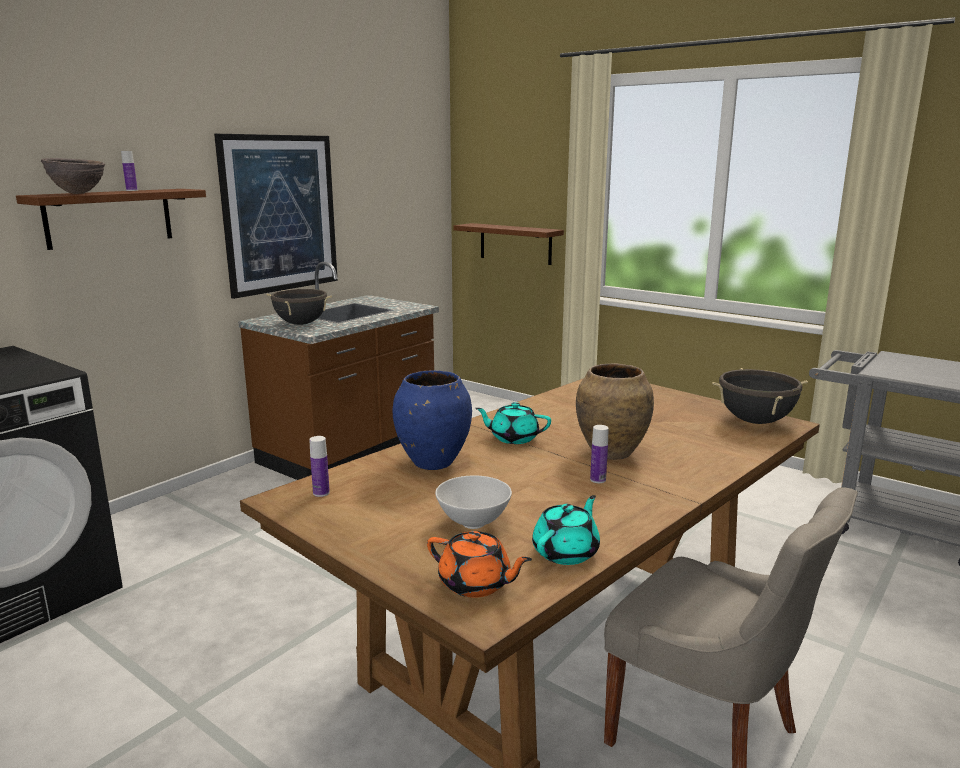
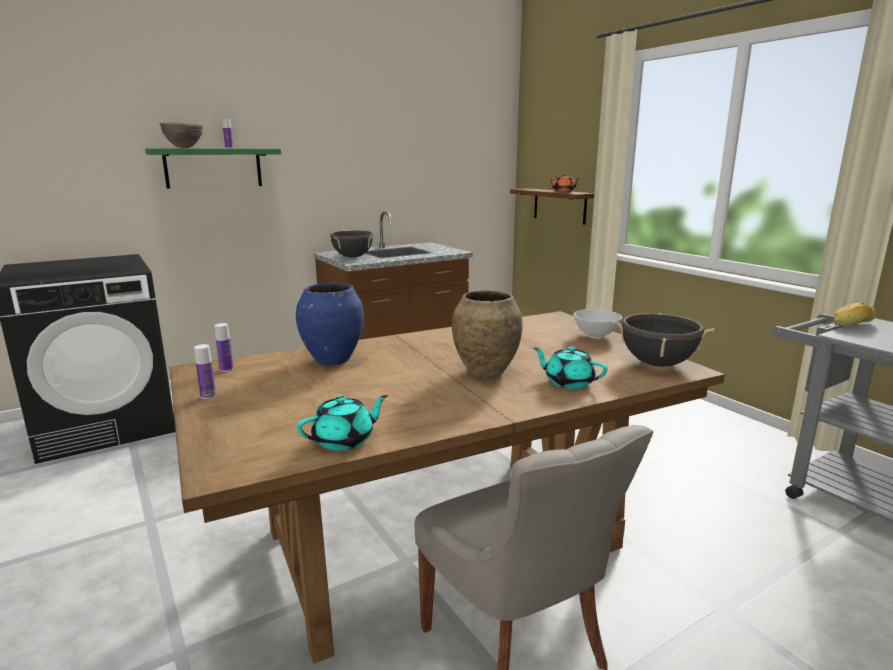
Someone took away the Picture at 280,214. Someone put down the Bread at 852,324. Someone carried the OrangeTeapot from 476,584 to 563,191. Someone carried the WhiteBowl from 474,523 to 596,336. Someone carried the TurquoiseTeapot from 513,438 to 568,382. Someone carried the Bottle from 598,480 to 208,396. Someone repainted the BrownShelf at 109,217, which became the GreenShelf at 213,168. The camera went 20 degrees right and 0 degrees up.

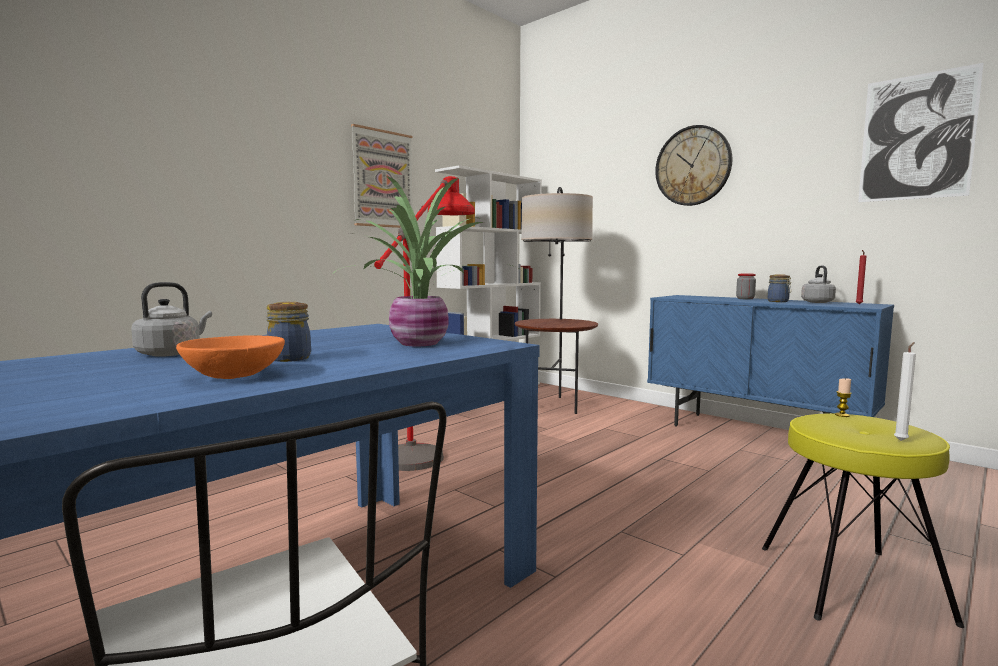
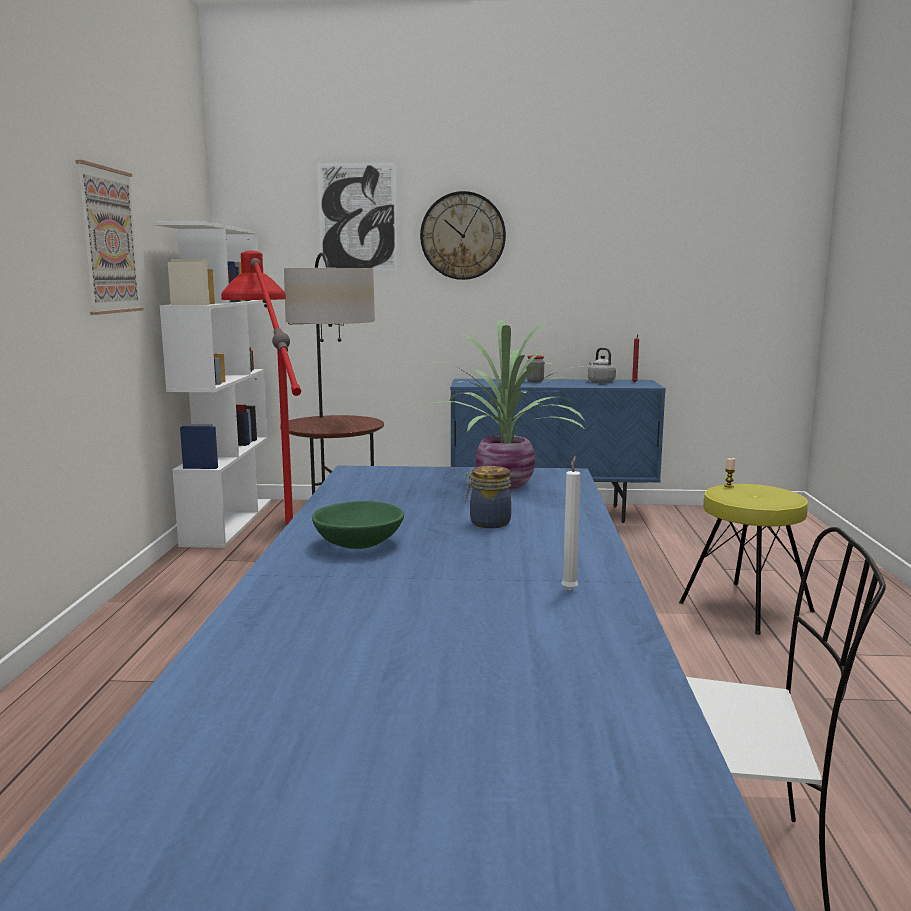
Someone took away the OrangeBowl at 234,376. Someone took away the Jar at 778,301. Someone carried the Picture from 916,137 to 357,217. Someone carried the WhiteCandle from 901,440 to 570,589. Someone swapped the GreyKettle at 172,353 for the GreenBowl at 358,544. The camera went 40 degrees left and 5 degrees up.

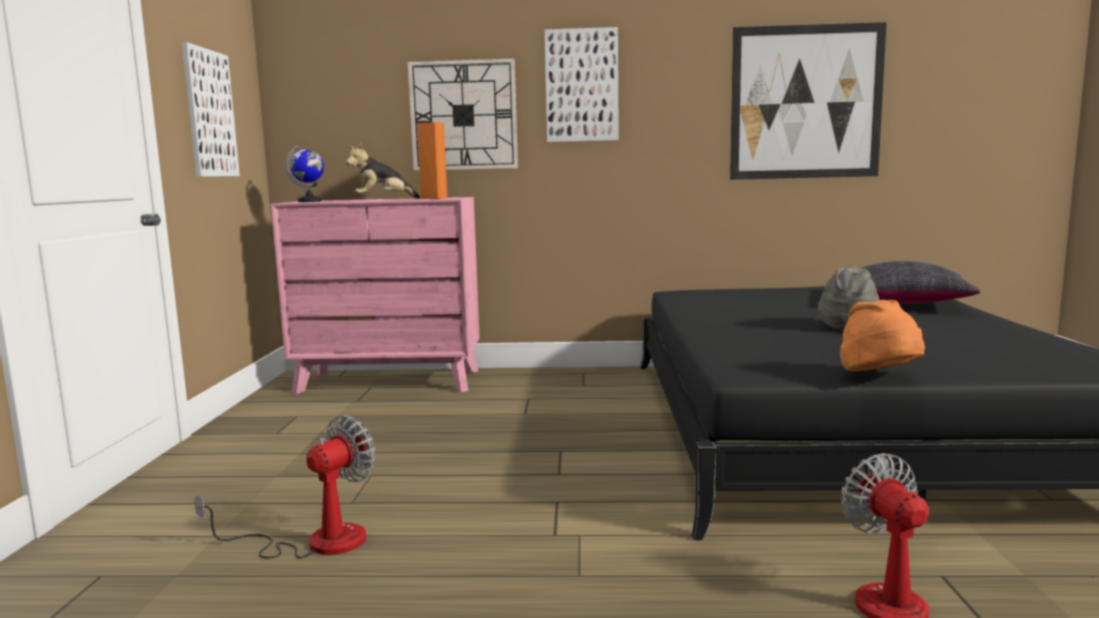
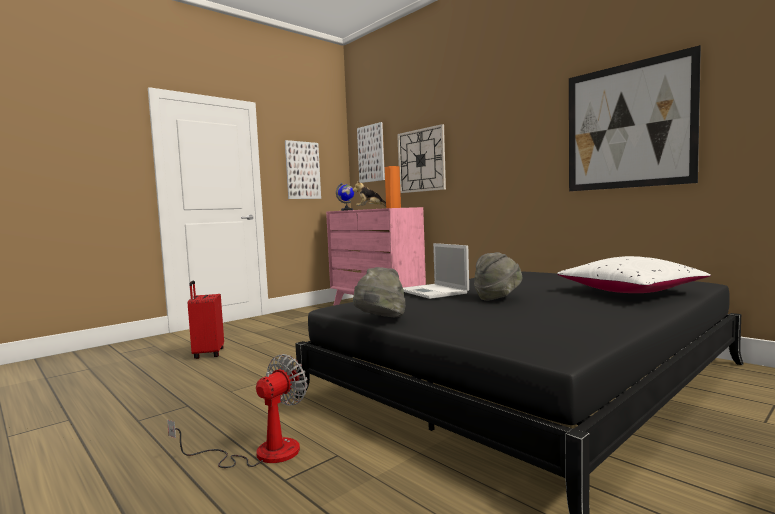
Someone put down the Laptop at 434,292. Someone carried the Picture from 581,85 to 371,153. Someone swapped the Fan at 315,541 for the RedSuitcase at 208,354. Someone repainted the OrangeHat at 880,378, which became the GreyHat at 380,321. Someone repainted the BlackPillow at 904,302, which became the WhitePillow at 629,292. The camera went 45 degrees right and 5 degrees down.

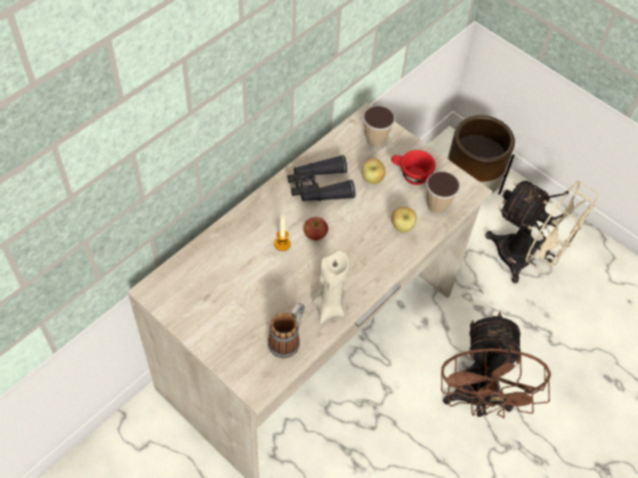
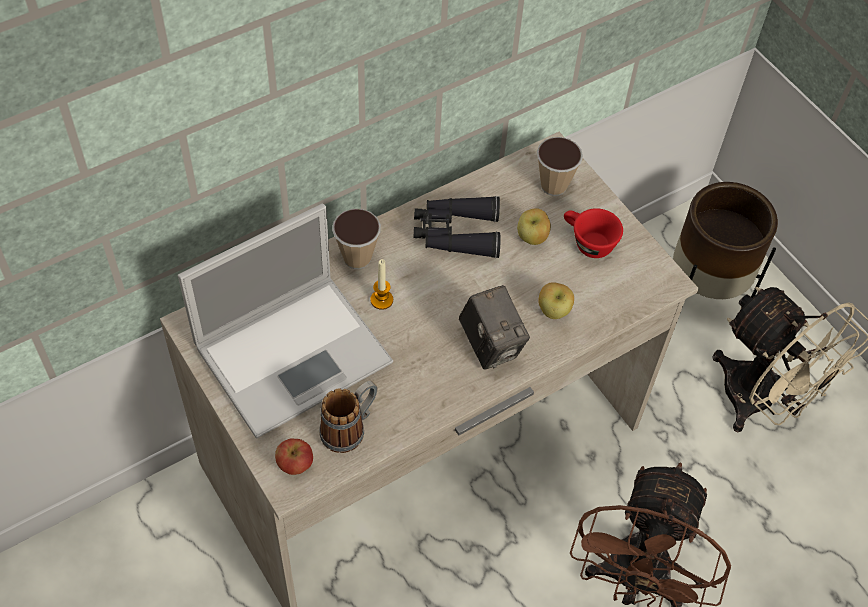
Someone took away the BeigeCandle at 329,307. Someone put down the Laptop at 296,352. Someone put down the PhotoCamera at 491,345. Someone carried the Apple from 315,235 to 295,464. Someone carried the Cup from 437,206 to 357,258. The camera went 15 degrees right and 0 degrees up.

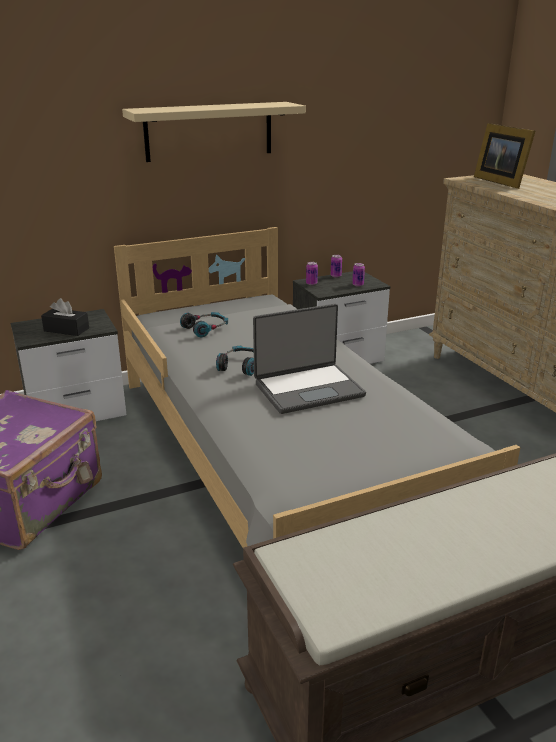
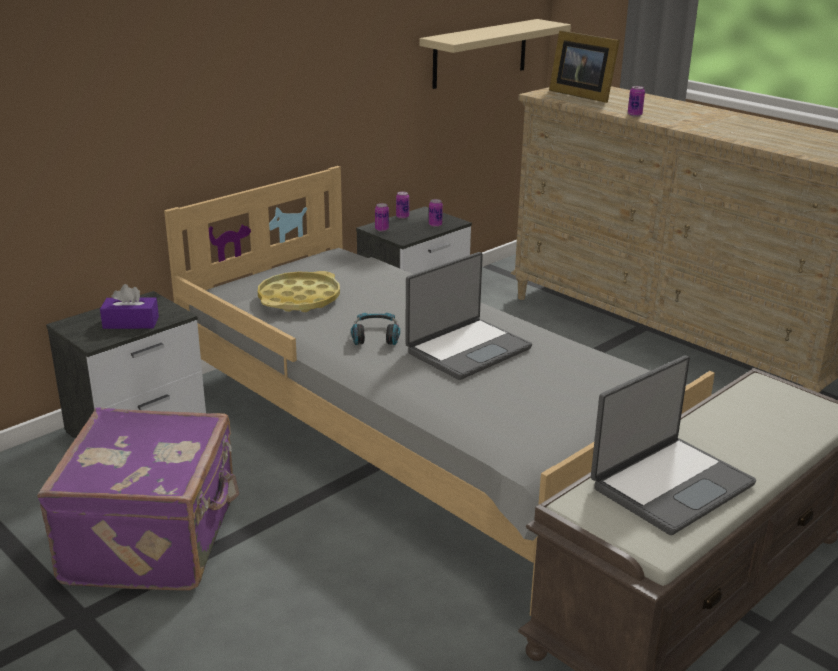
Someone put down the Laptop at 670,485. Someone put down the Can at 634,115. Someone carried the BeigeShelf from 209,131 to 480,53. Someone swapped the Headphones at 206,329 for the YellowTray at 299,299. Someone repainted the BlackTissueBox at 66,329, which became the PurpleTissueBox at 131,323. The camera went 20 degrees left and 0 degrees up.

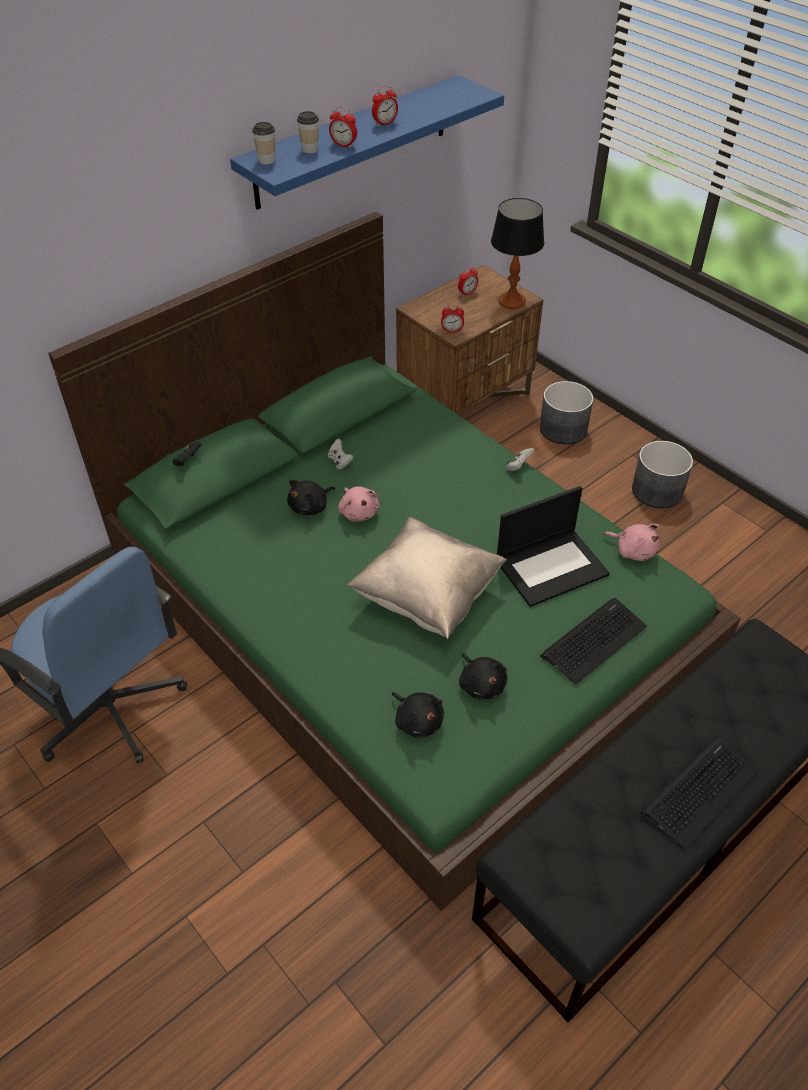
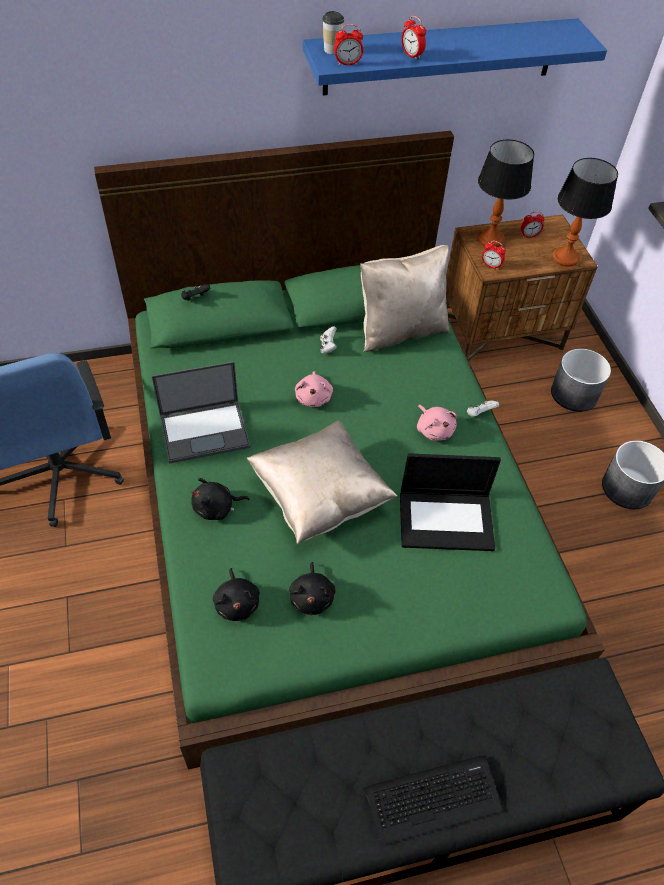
Someone took away the Cup at 310,149. Someone took away the Keyboard at 594,640. Someone put down the Laptop at 205,430. Someone put down the BeigePillow at 400,331. Someone put down the TableLamp at 491,239. Someone carried the BlackPlushToy from 310,507 to 216,508. Someone carried the AlarmClock from 385,123 to 347,64. Someone carried the PinkPlushToy from 633,550 to 434,429. The camera went 25 degrees right and 5 degrees up.

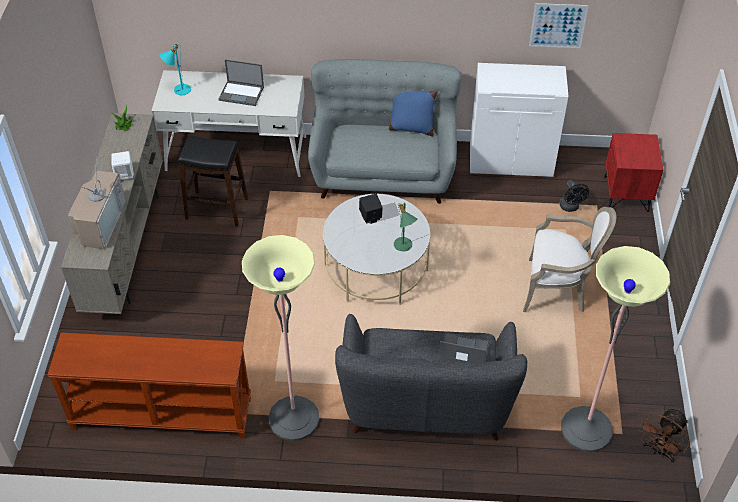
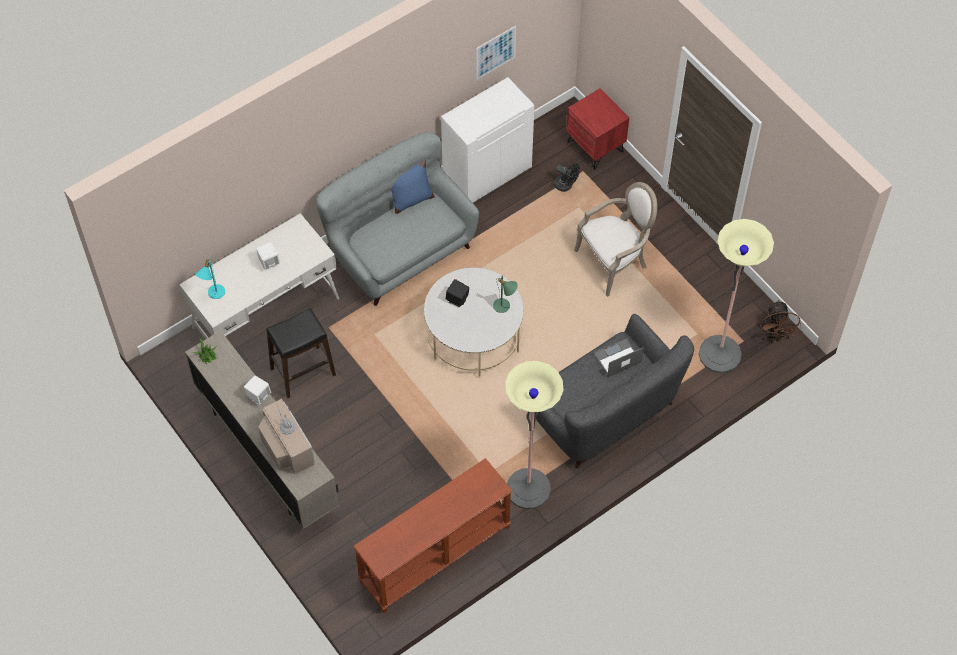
Someone swapped the Laptop at 242,93 for the WhiteSpeaker at 269,262. The camera went 40 degrees left and 10 degrees up.

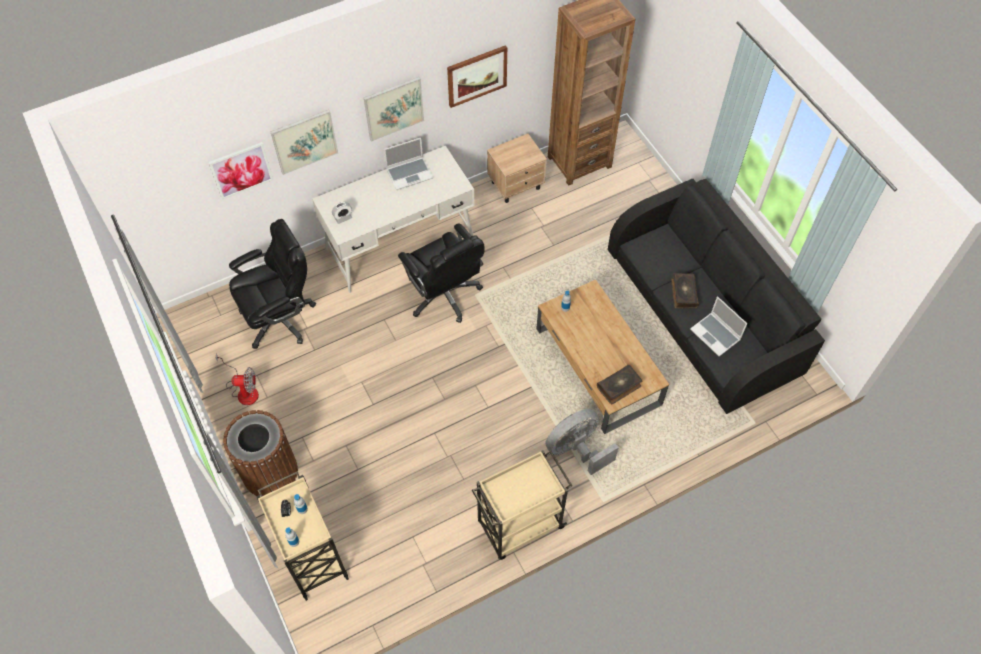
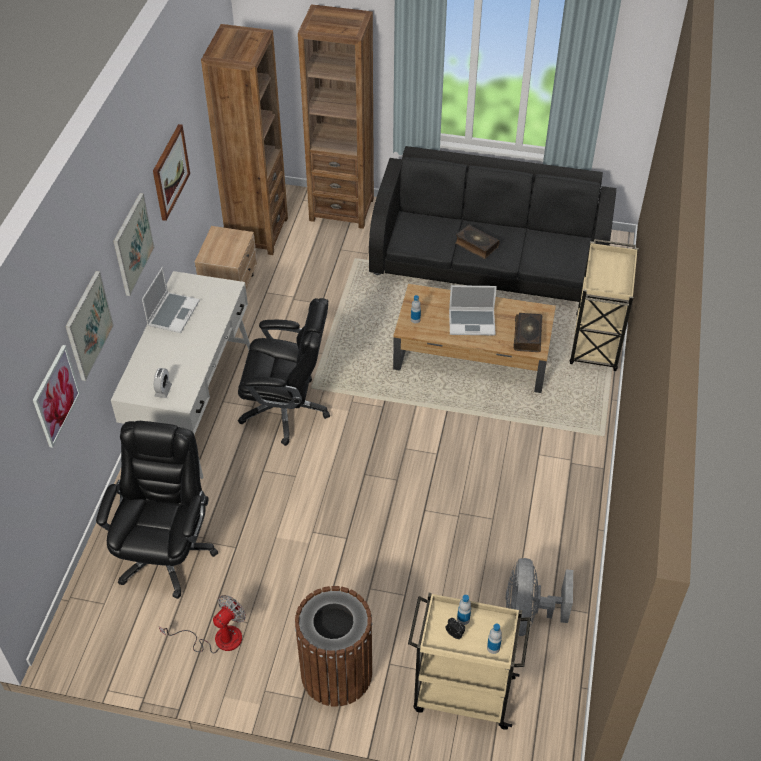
Someone put down the BrownBookcase at 341,209. Someone carried the BeigeCart from 519,525 to 595,344. Someone carried the GreyFan from 576,449 to 528,614. Someone carried the Laptop from 716,335 to 472,322. The camera went 50 degrees left and 10 degrees down.

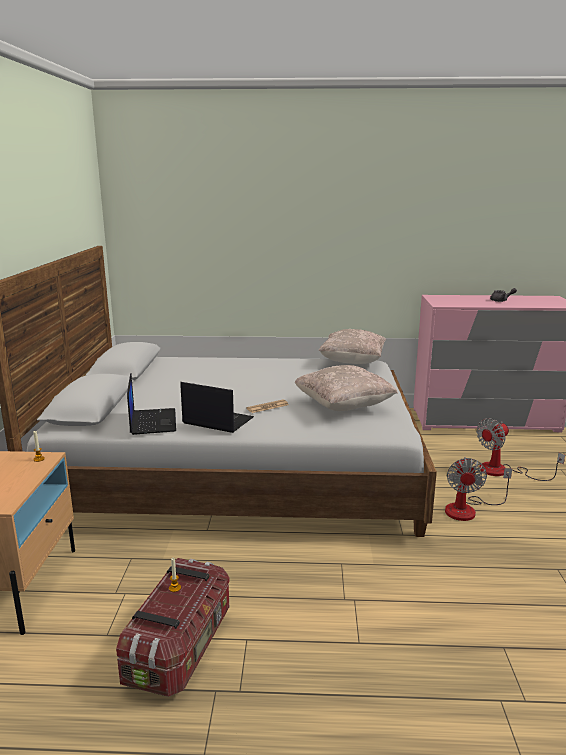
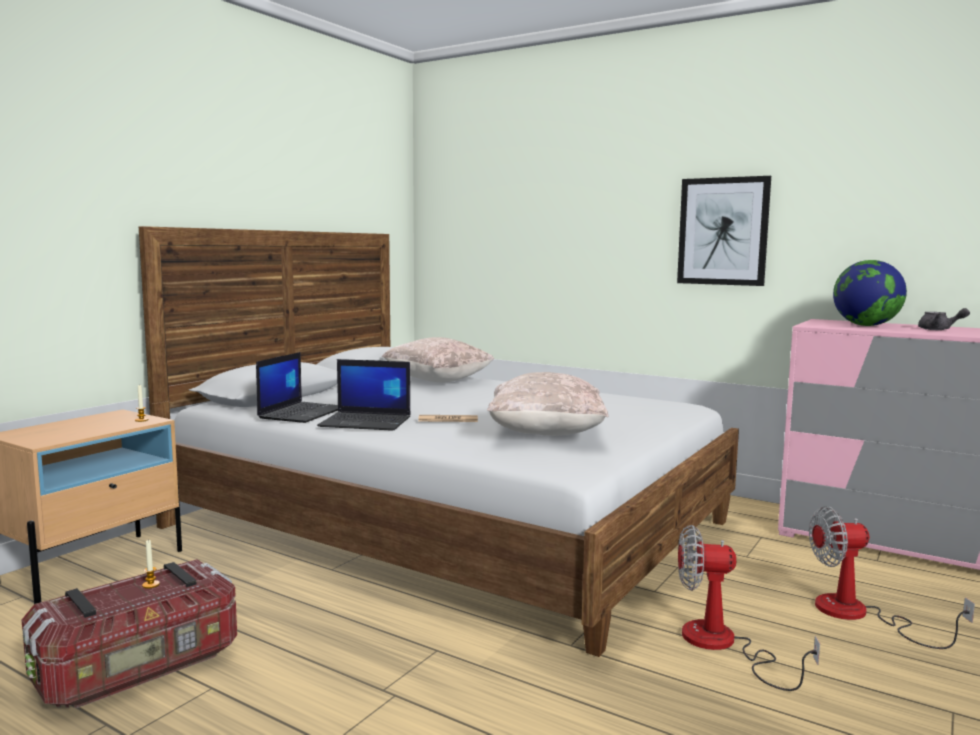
Someone put up the Picture at 723,231. Someone put down the Globe at 866,325. Someone carried the BeigePillow from 352,362 to 437,381. Someone rotated the Laptop at 217,421 by 135 degrees clockwise. Someone rotated the Fan at 468,509 by 60 degrees clockwise. The camera went 30 degrees right and 10 degrees down.

